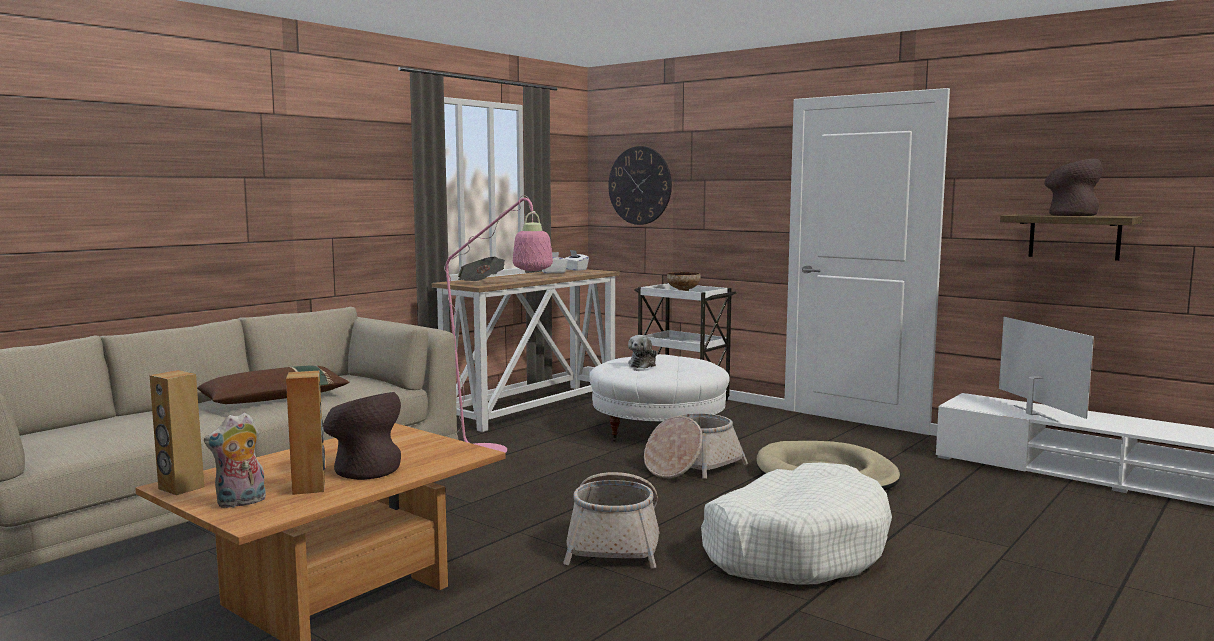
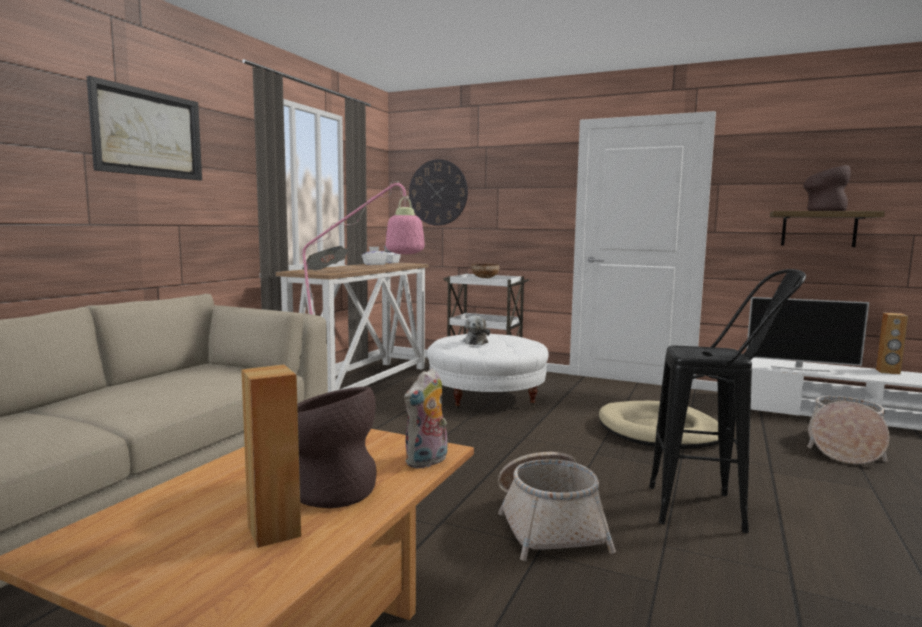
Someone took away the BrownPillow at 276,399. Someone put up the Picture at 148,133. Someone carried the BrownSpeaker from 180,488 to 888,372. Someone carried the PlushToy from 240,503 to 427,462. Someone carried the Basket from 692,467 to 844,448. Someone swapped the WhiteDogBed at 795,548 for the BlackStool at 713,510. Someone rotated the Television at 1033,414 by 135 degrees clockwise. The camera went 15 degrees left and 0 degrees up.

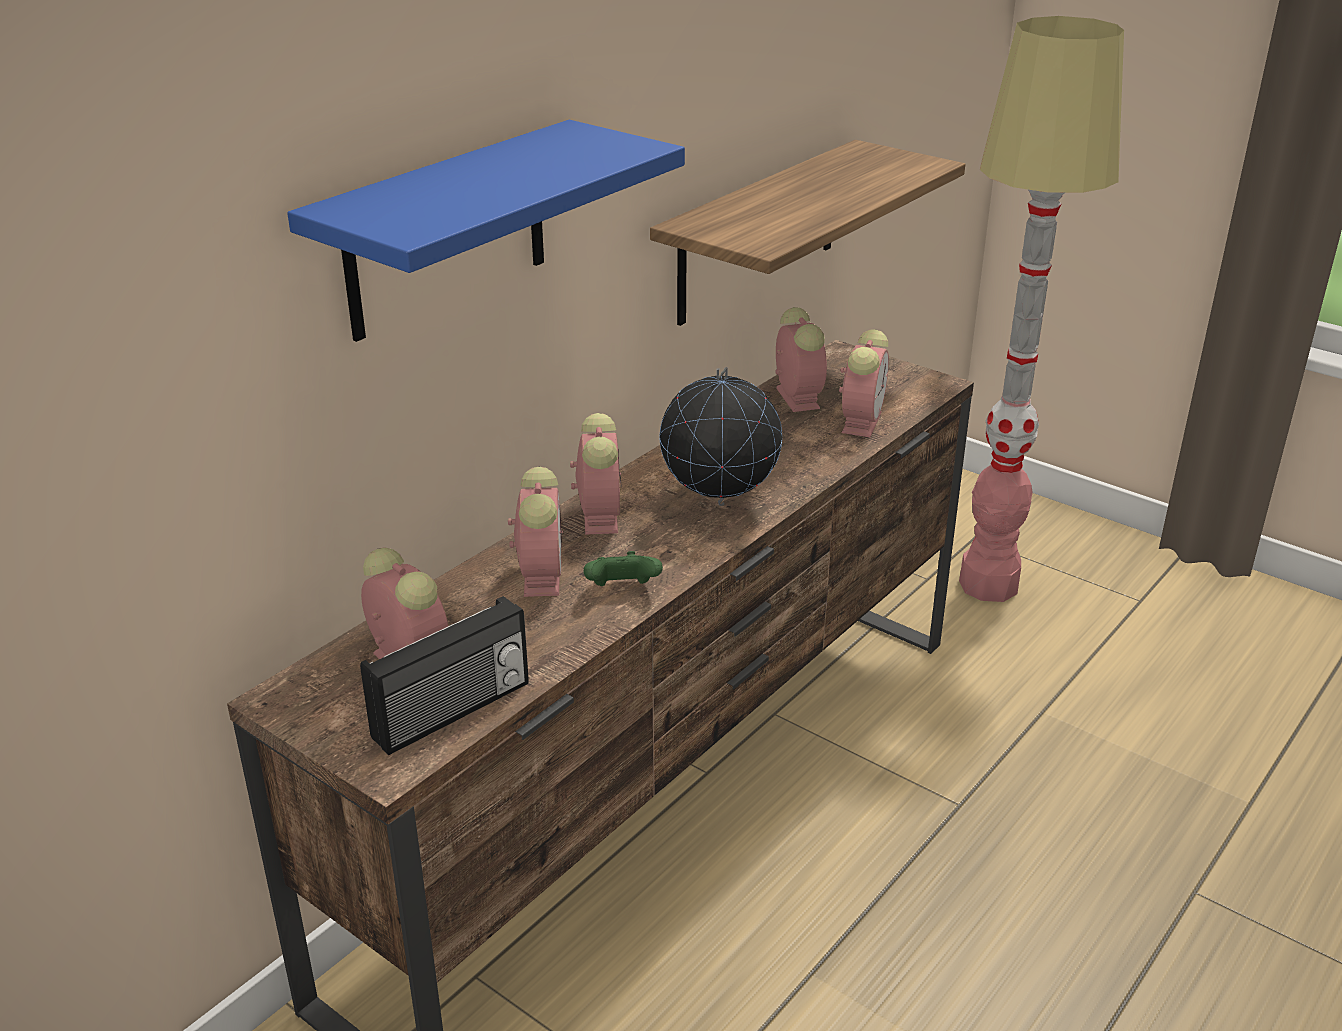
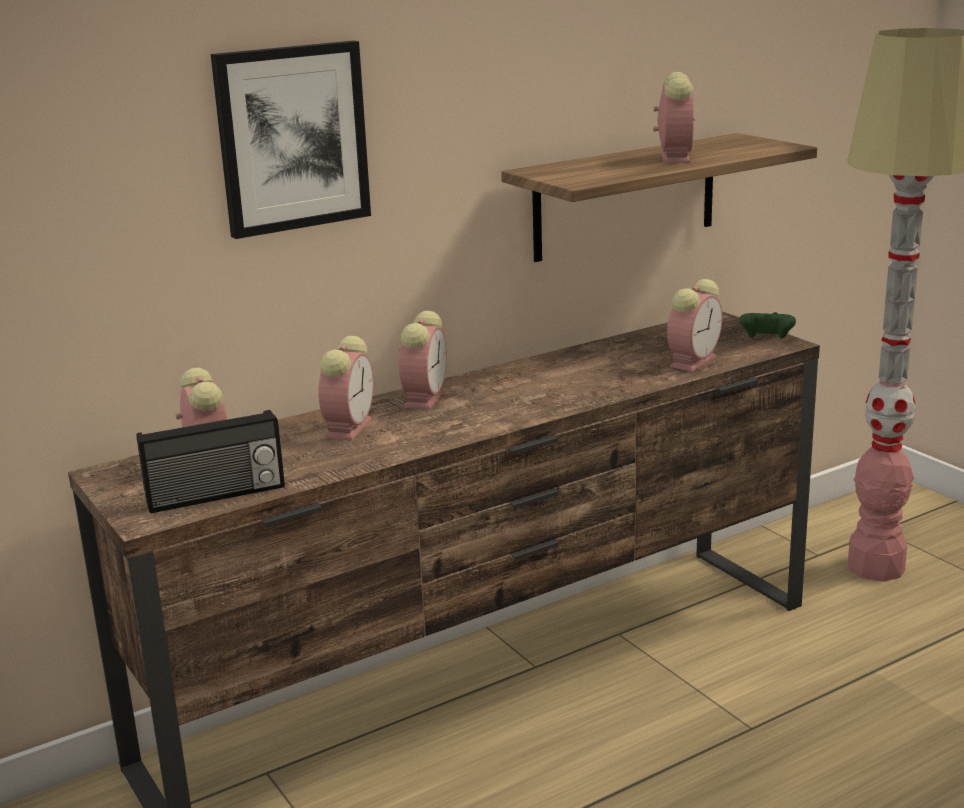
Someone took away the Globe at 718,504. Someone carried the GreenGameController from 622,590 to 766,340. Someone carried the AlarmClock from 796,397 to 674,157. Someone swapped the BlueShelf at 446,231 for the Picture at 292,138. The camera went 20 degrees right and 10 degrees down.

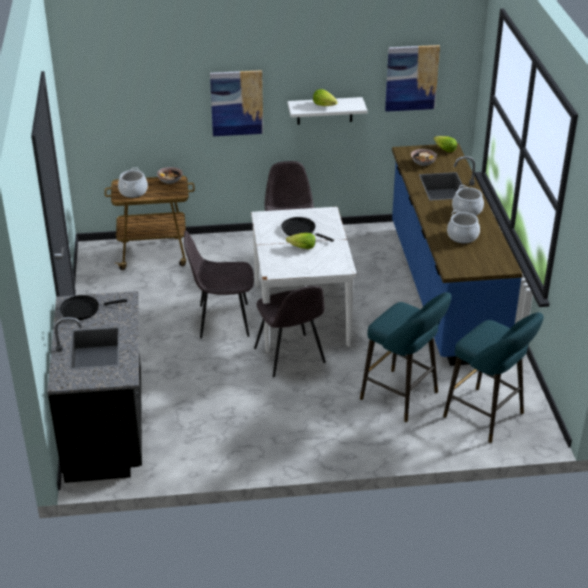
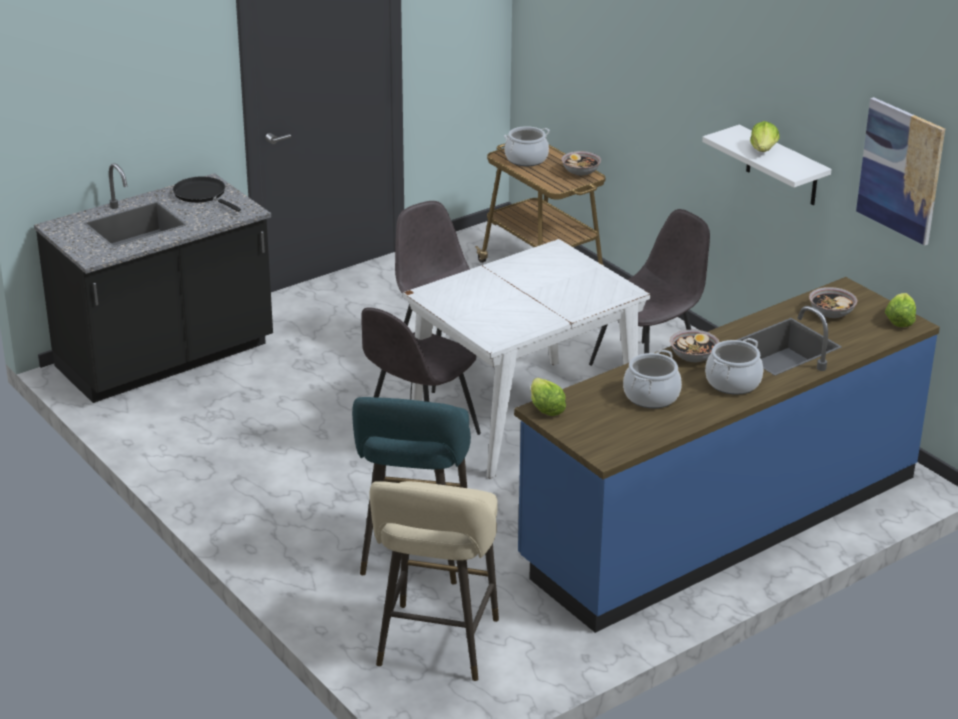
Someone took away the Picture at 236,103. Someone took away the BlackFryingPan at 301,230. Someone put down the Bowl at 693,356. Someone carried the Lettuce from 302,247 to 545,408. Someone repainted the TurquoiseStool at 487,417, which became the BeigeStool at 436,647. The camera went 60 degrees right and 5 degrees down.

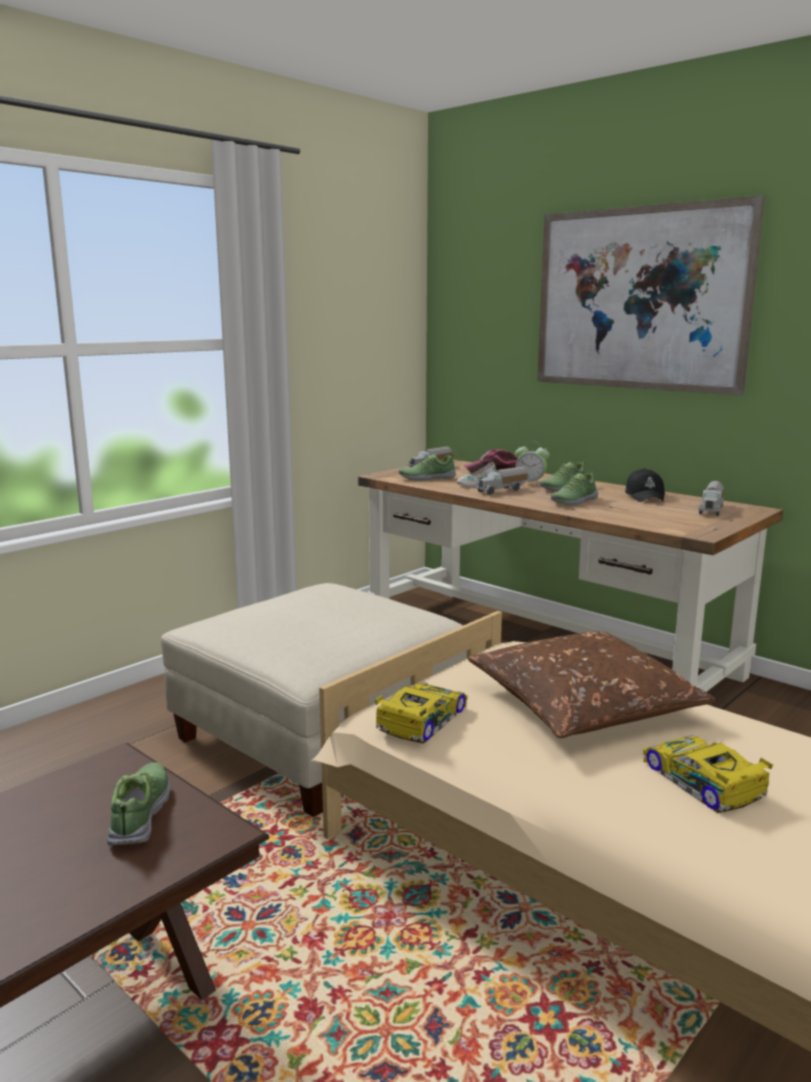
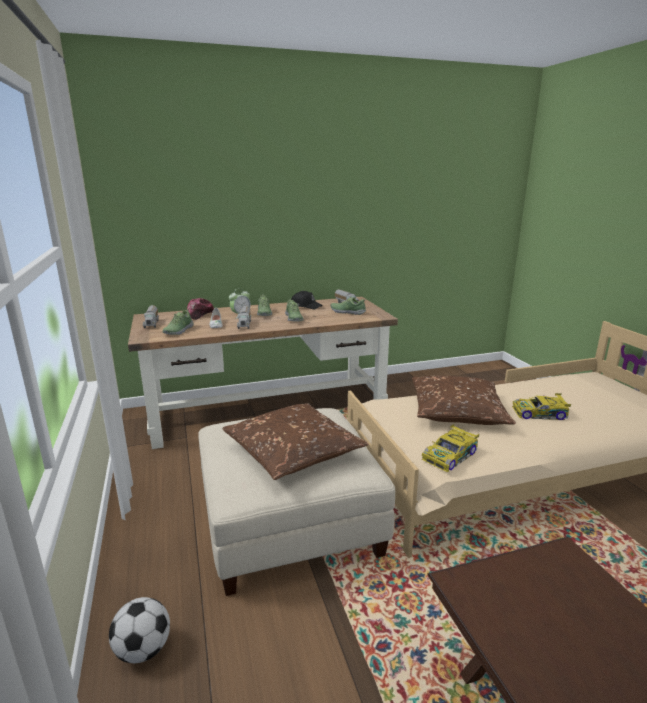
Someone took away the Picture at 639,299. Someone put down the Football at 143,649. Someone put down the BrownPillow at 293,451. Someone carried the Shoe from 141,814 to 347,312. Someone rotated the ToyCar at 421,720 by 105 degrees counterclockwise. The camera went 60 degrees left and 5 degrees up.

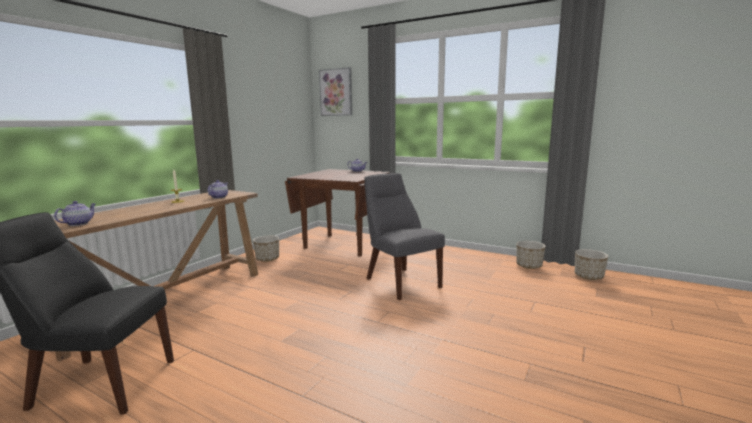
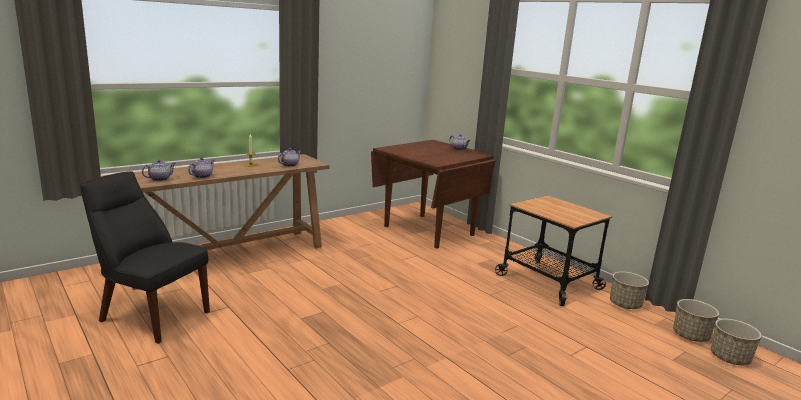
Someone took away the Picture at 336,92. Someone took away the GreyChair at 400,282. Someone put down the Teapot at 202,176. Someone put down the Cart at 549,282. Someone carried the Planter from 267,259 to 729,357. The camera went 20 degrees right and 5 degrees up.

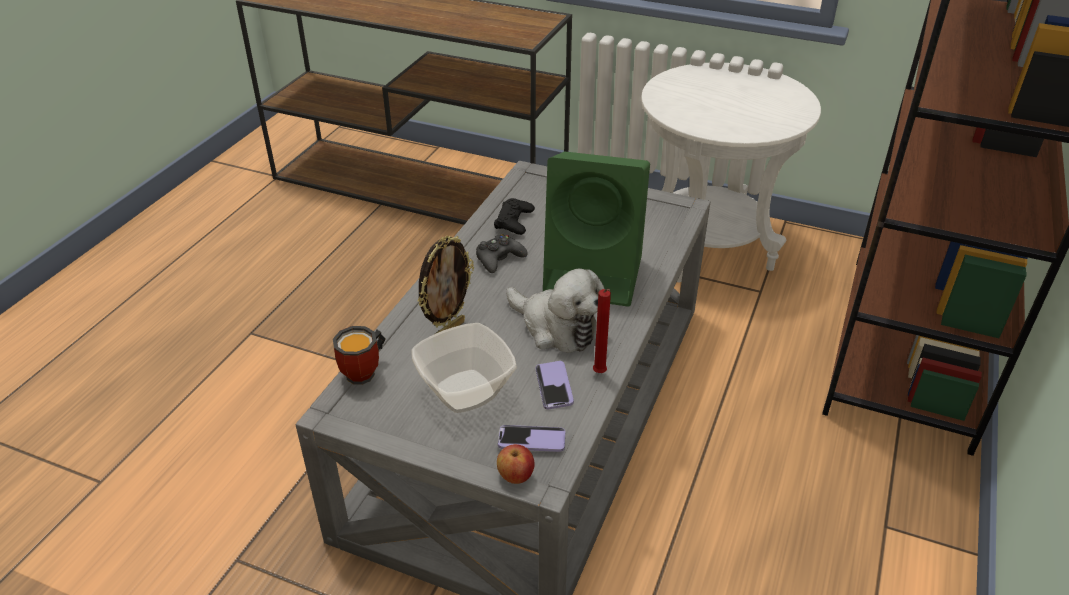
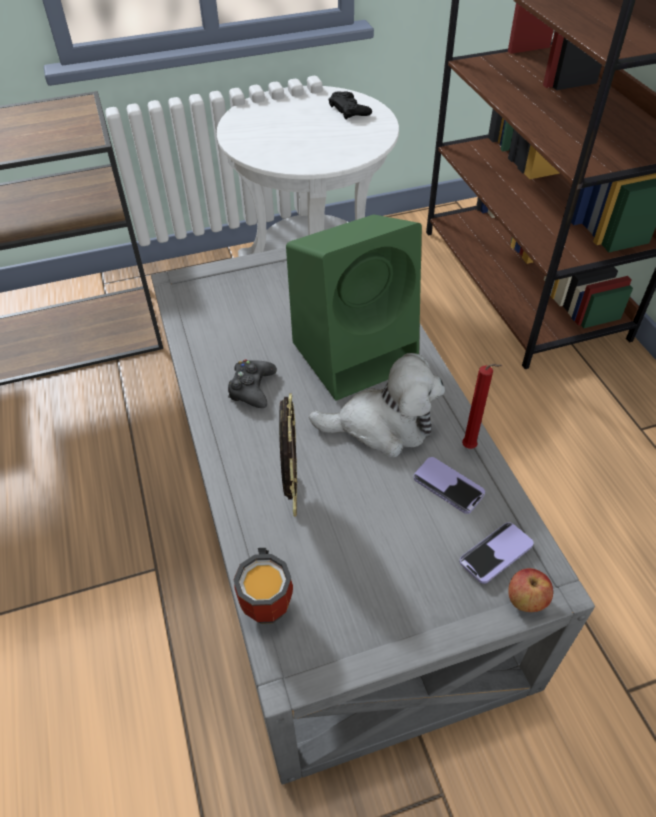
Someone took away the Bowl at 465,393. Someone carried the BlackGameController from 514,221 to 349,110. The camera went 40 degrees left and 10 degrees up.

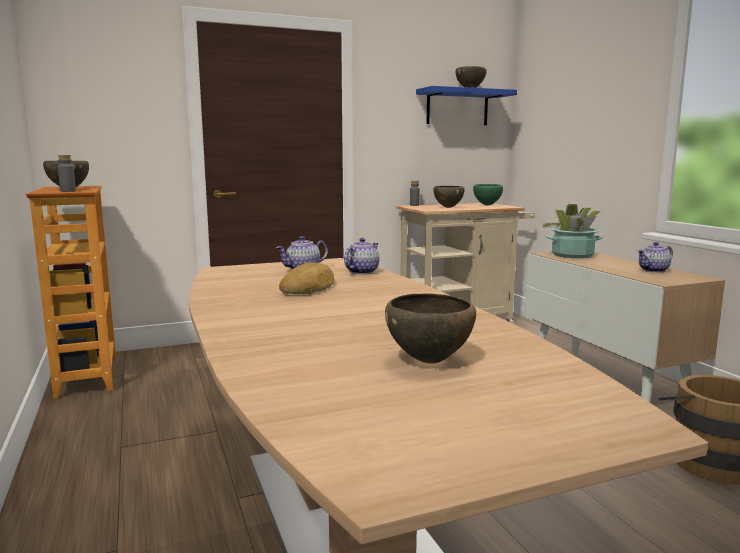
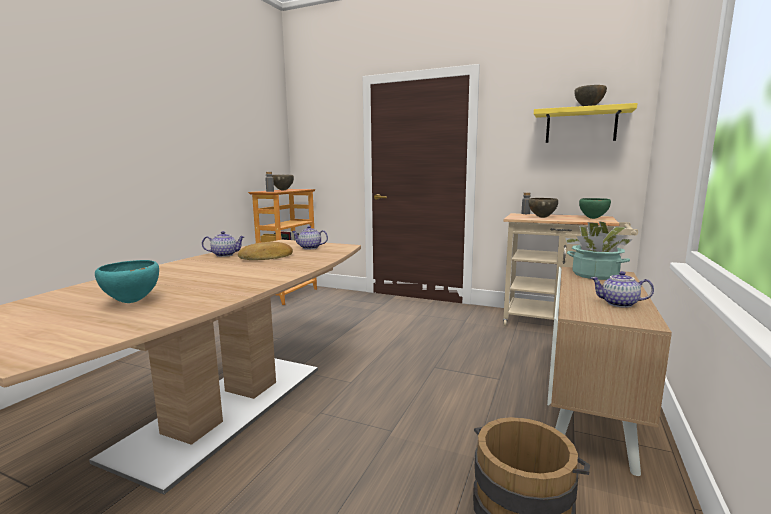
Someone carried the Teapot from 361,272 to 225,255. Someone repainted the BrownBowl at 430,361, which became the TurquoiseBowl at 132,302. Someone repainted the BlueShelf at 457,107, which became the YellowShelf at 581,126. The camera went 45 degrees right and 0 degrees up.

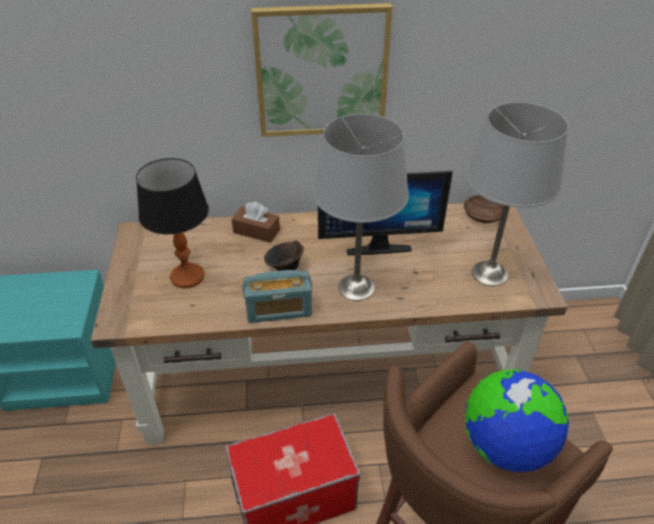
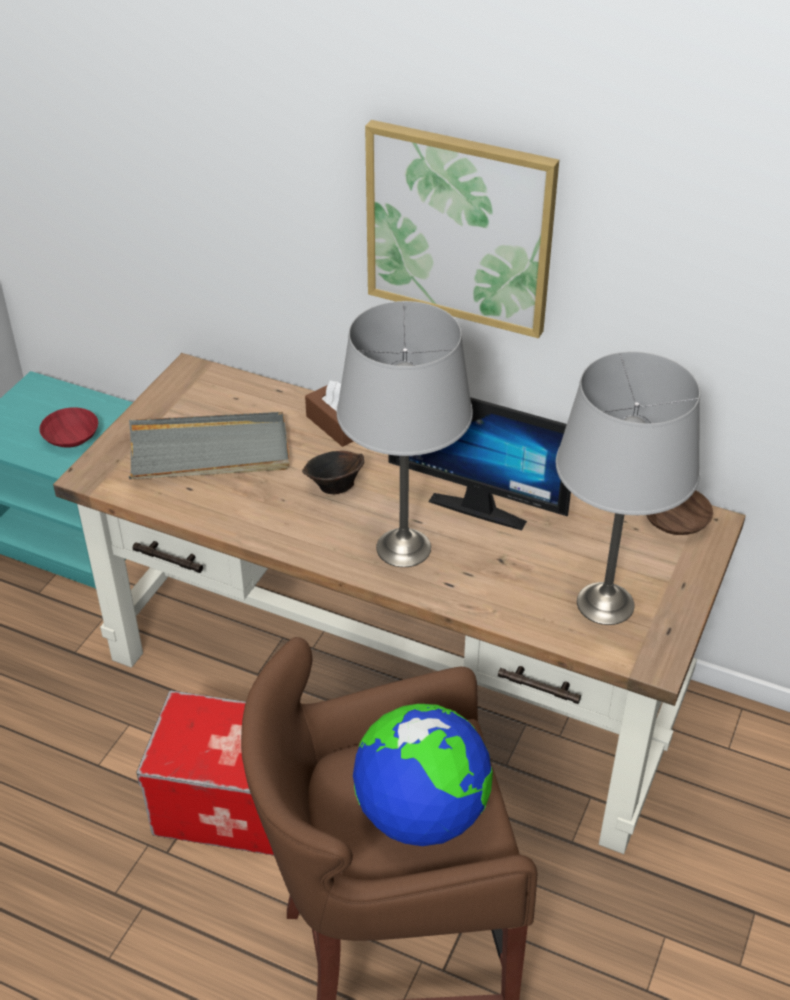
Someone took away the Radio at 279,310. Someone put down the RedBowl at 72,437. Someone swapped the TableLamp at 188,277 for the GreyTray at 209,452. The camera went 30 degrees right and 0 degrees up.

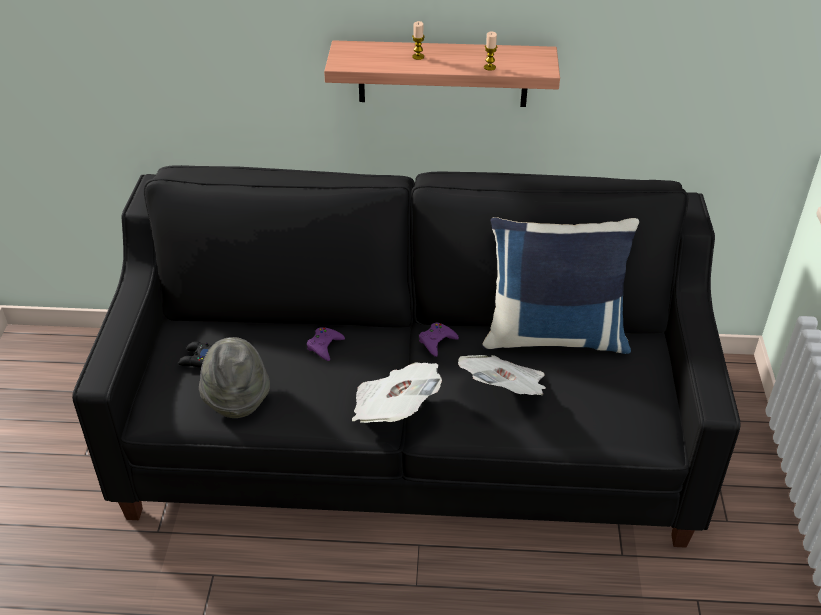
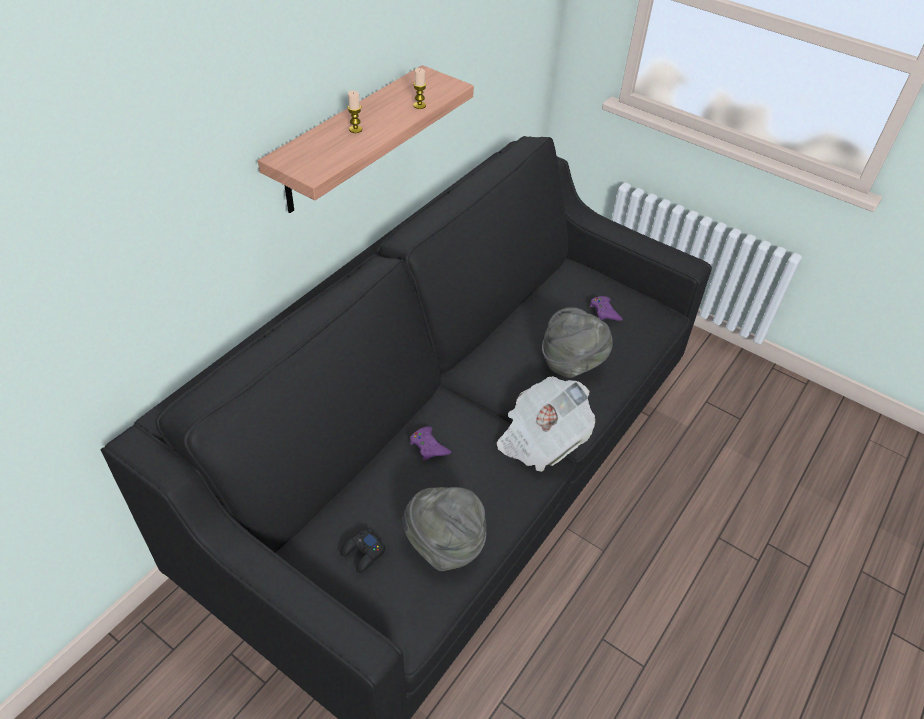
Someone took away the BluePillow at 554,335. Someone carried the PurpleGameController from 436,342 to 604,312. Someone swapped the Newspaper at 505,391 for the GreyHat at 572,362. The camera went 60 degrees left and 5 degrees up.

